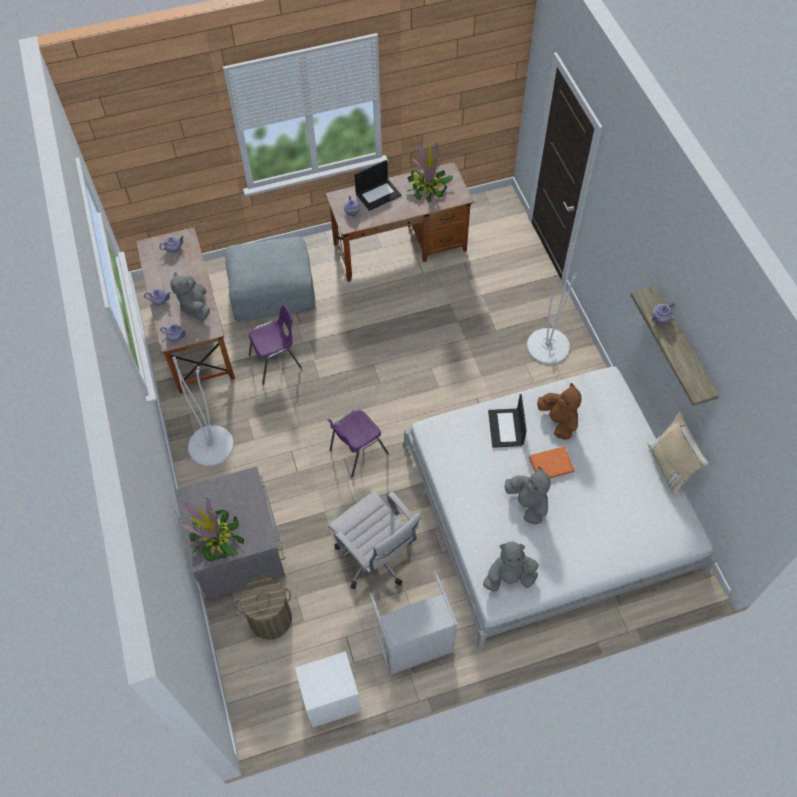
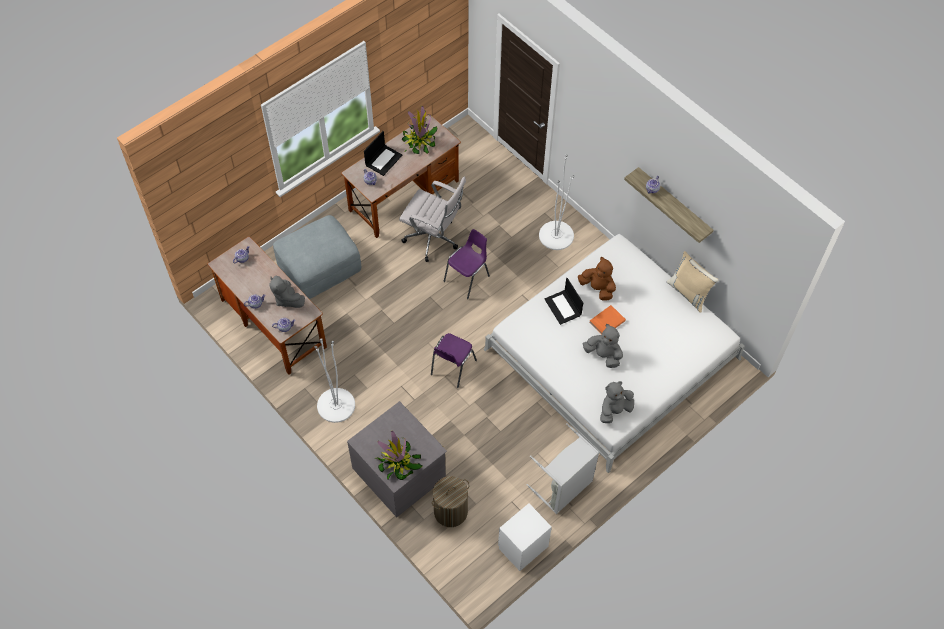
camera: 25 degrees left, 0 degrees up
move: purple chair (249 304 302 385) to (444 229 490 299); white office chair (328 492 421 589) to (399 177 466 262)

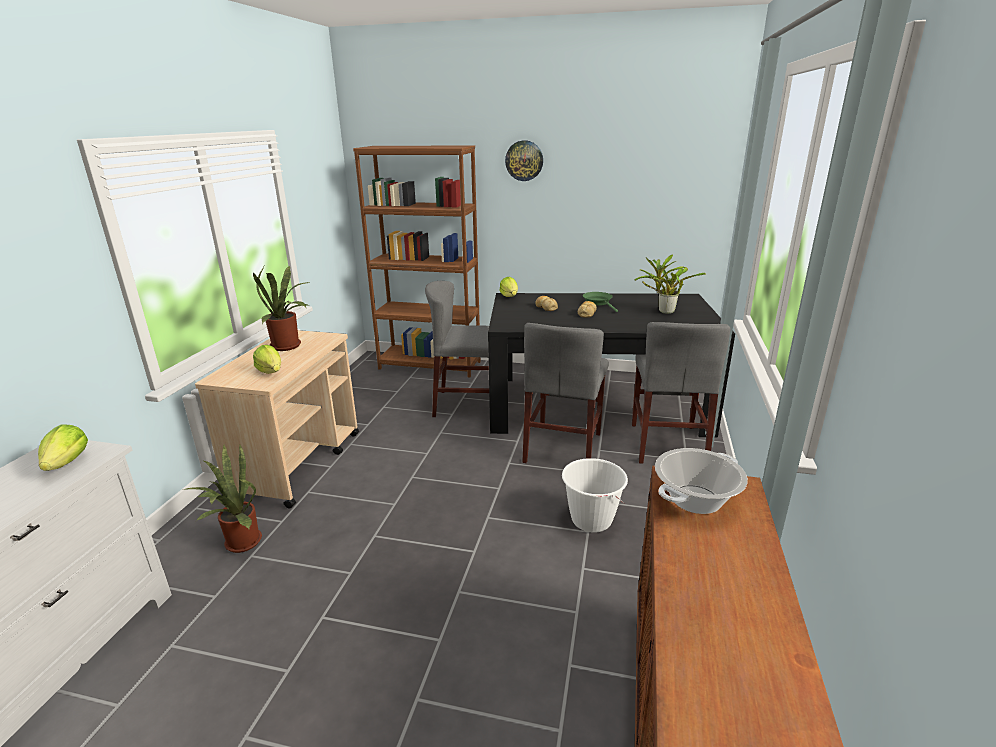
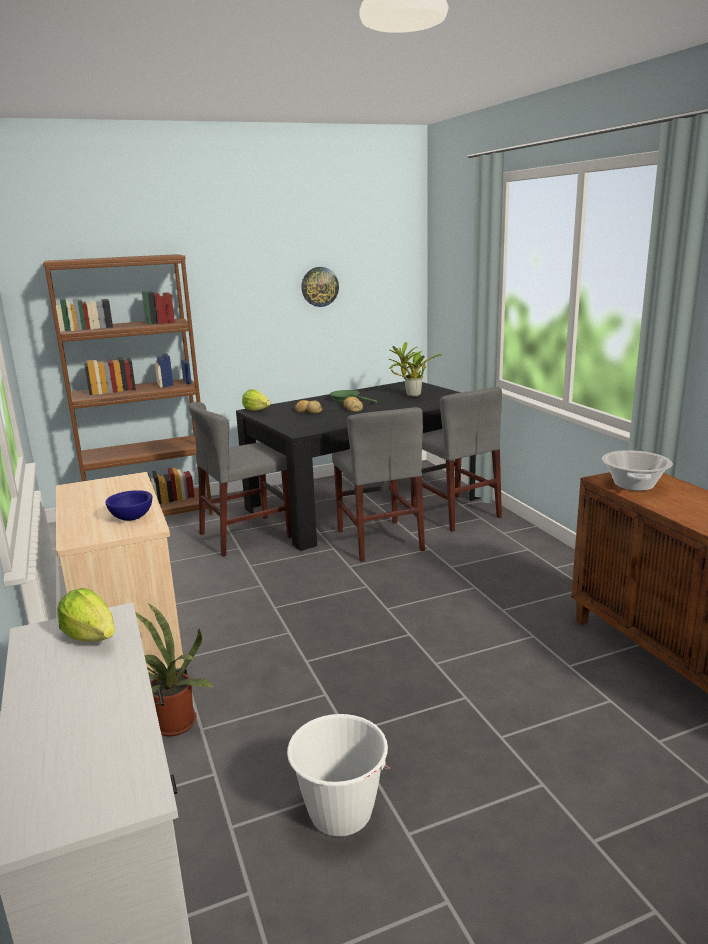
camera: 35 degrees left, 5 degrees down
delete: potted plant (253 266 310 351)
move: wall clock (505 140 543 181) to (302 267 339 307); white bucket (562 458 628 533) to (287 714 390 837)
replace: lettuce (253 345 281 374) to blue bowl (105 490 152 521)

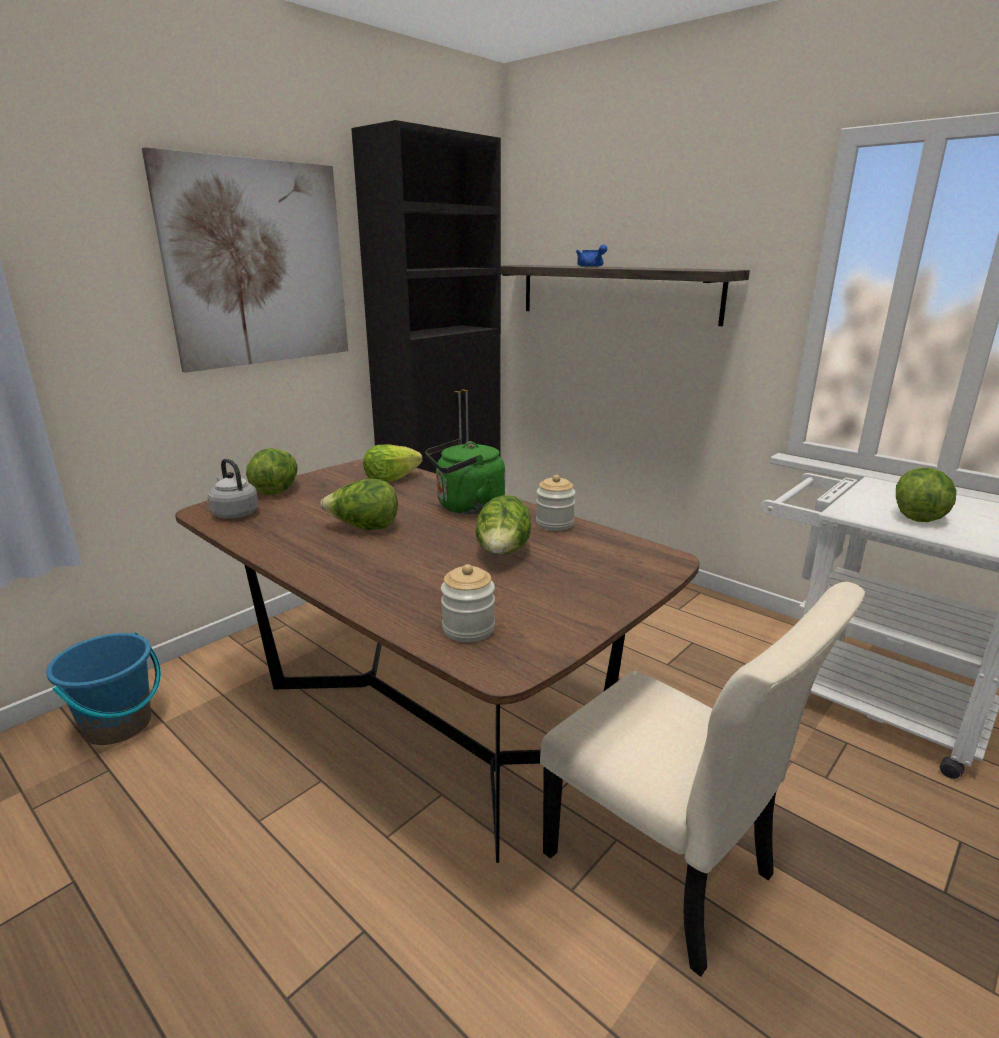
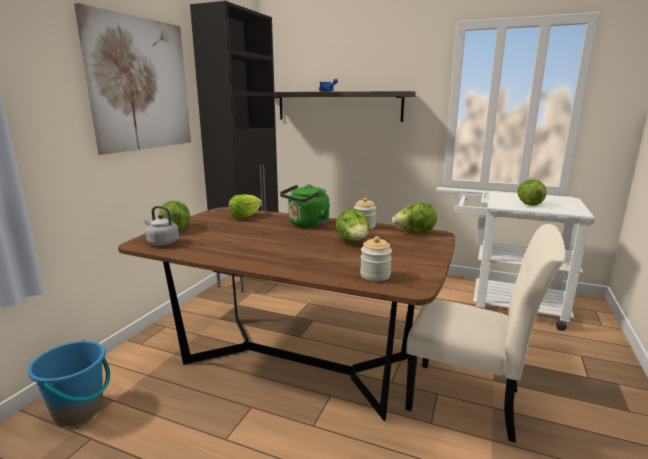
camera: 20 degrees left, 5 degrees down
move: lettuce (320 478 398 530) to (392 202 437 232)

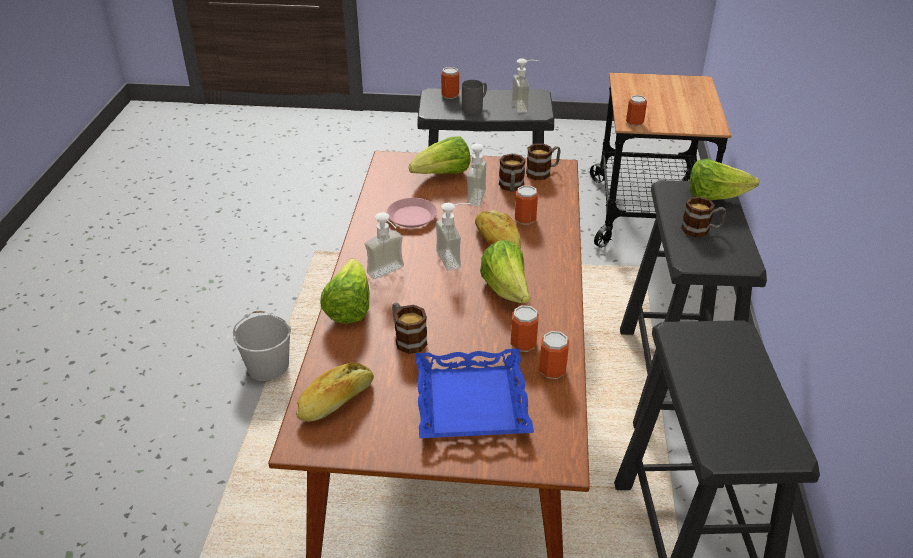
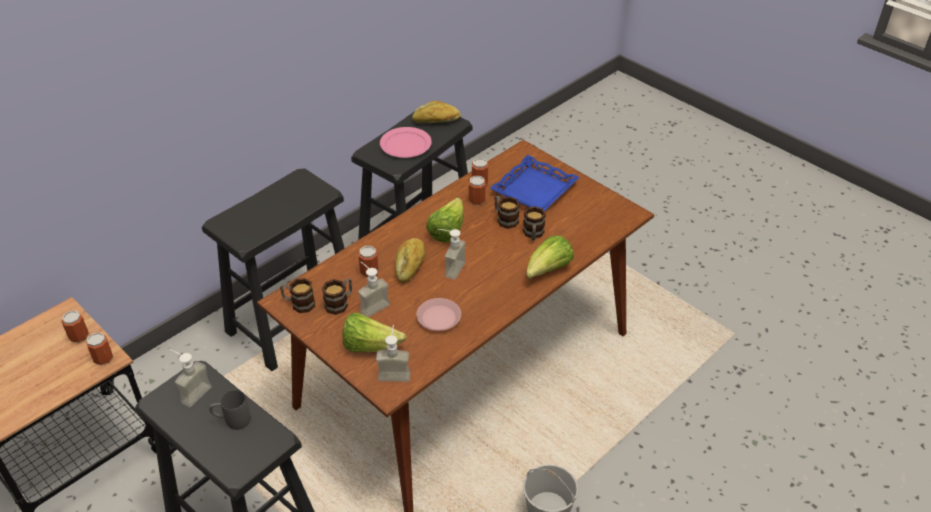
camera: 140 degrees left, 5 degrees up
delete: lettuce (690 159 759 200)
insert: pink plate (380 127 432 158)
move: can (441 67 459 99) to (61 311 89 343); mug (681 196 726 237) to (494 196 520 229); soap dispenser (365 212 404 279) to (376 325 410 382); bread (296 363 374 421) to (412 100 461 123)

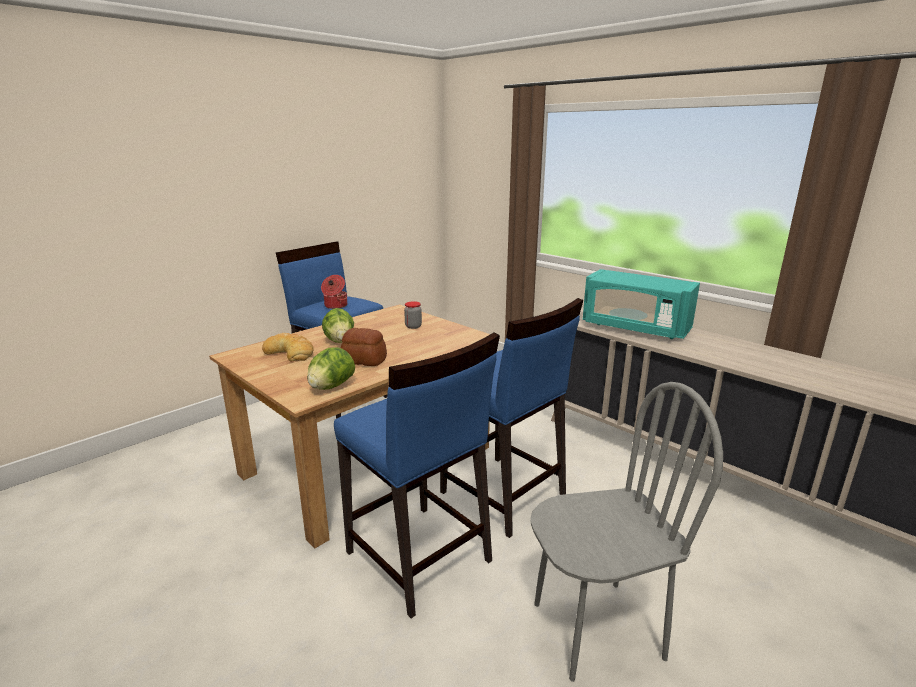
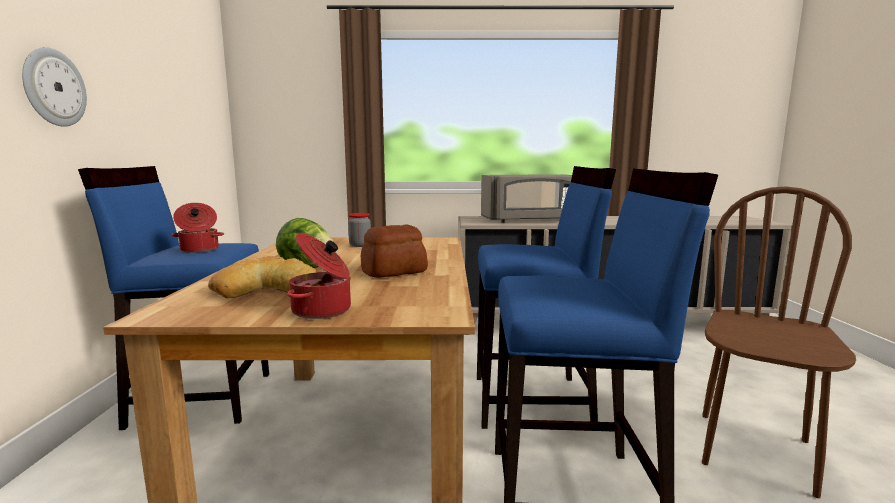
camera: 45 degrees left, 10 degrees down
delete: lettuce (307 347 355 390)
insert: wall clock (22 47 87 127); cooking pot (287 233 351 319)
recolor: turquoise microwave (583 269 700 339) to grey microwave (481 175 572 223); grey chair (530 382 723 682) to brown chair (702 186 856 498)

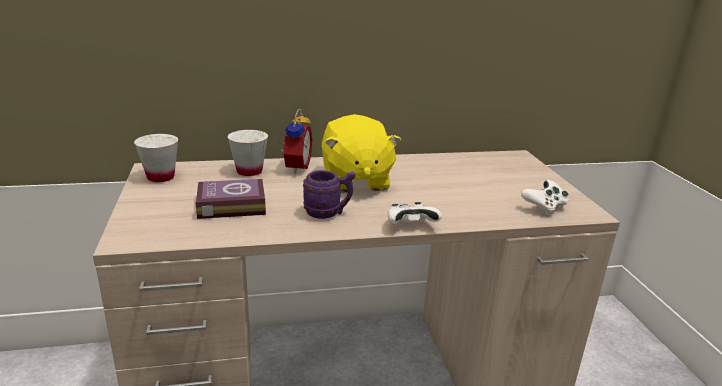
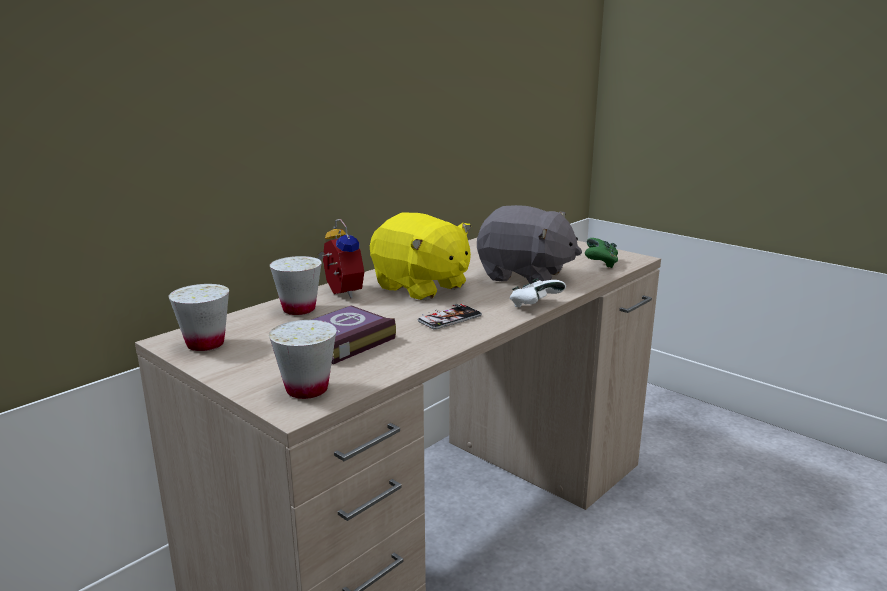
camera: 35 degrees left, 5 degrees down
insert: grey plush toy (477 205 582 284); white cup (269 320 336 399)
replace: purple mug (303 170 356 219) to phone (418 304 482 330)
recolor: white game controller (521 180 569 215) to green game controller (585 238 618 268)

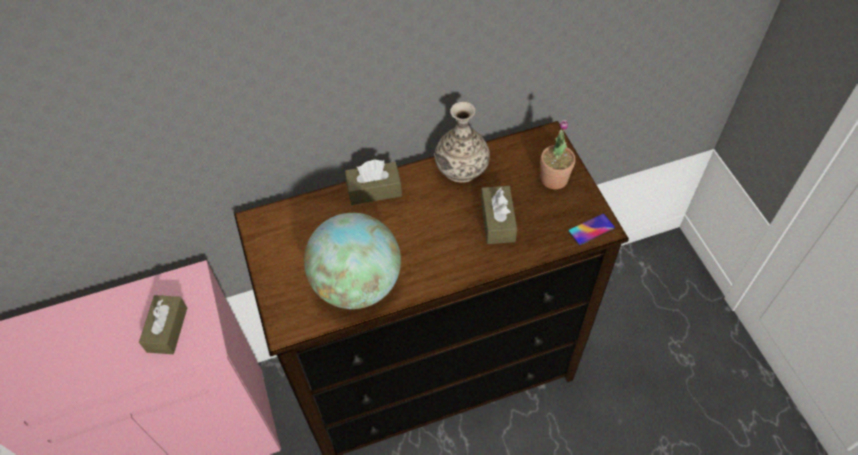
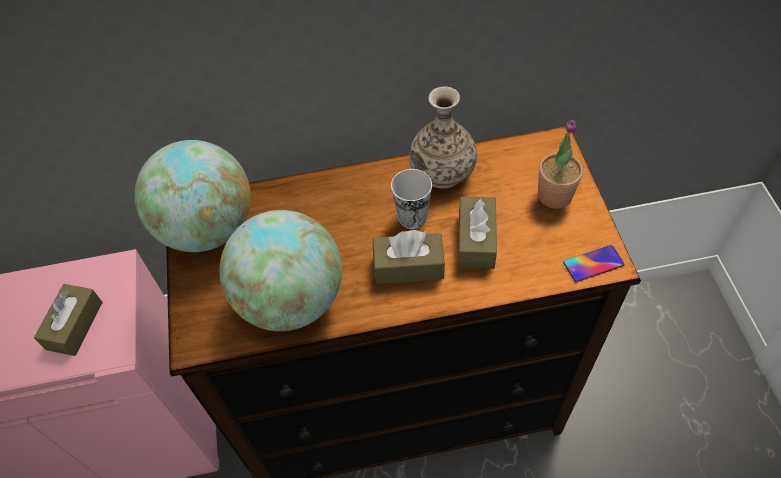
camera: 10 degrees right, 0 degrees up
insert: globe (135 140 251 252); cup (391 169 432 229)
move: brown tissue box (345 160 402 205) to (373 230 445 284)

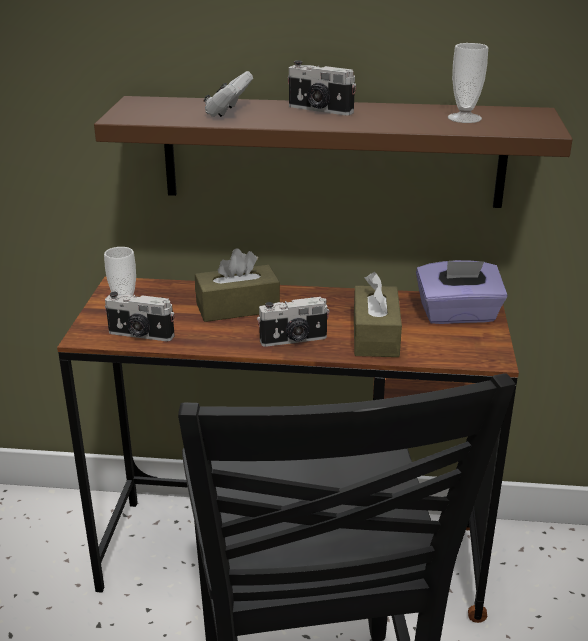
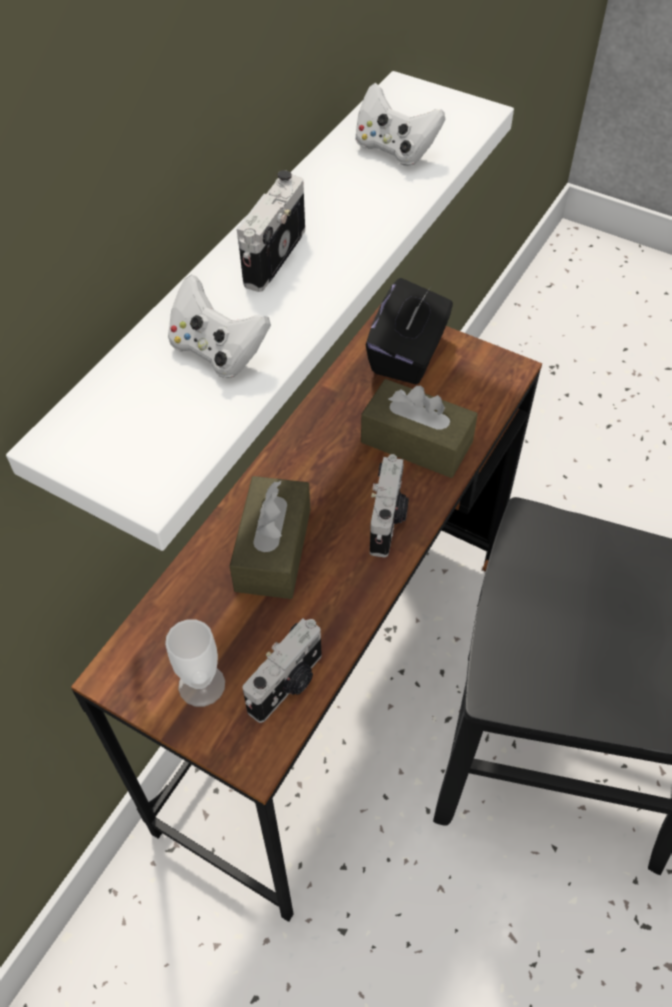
camera: 65 degrees left, 25 degrees up
replace: cup (448 43 488 123) to white game controller (355 83 445 166)
recolor: brown shelf (94 96 573 208) to white shelf (6 71 514 551); purple tissue box (416 260 508 324) to black tissue box (366 278 453 384)
rotate: photo camera (288 60 356 116) = (237 170 305 292) 150 degrees clockwise

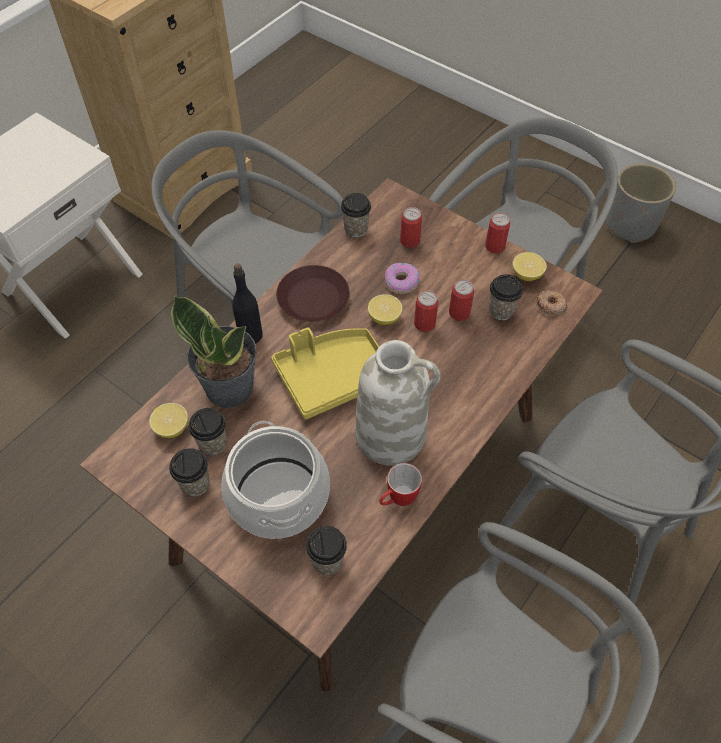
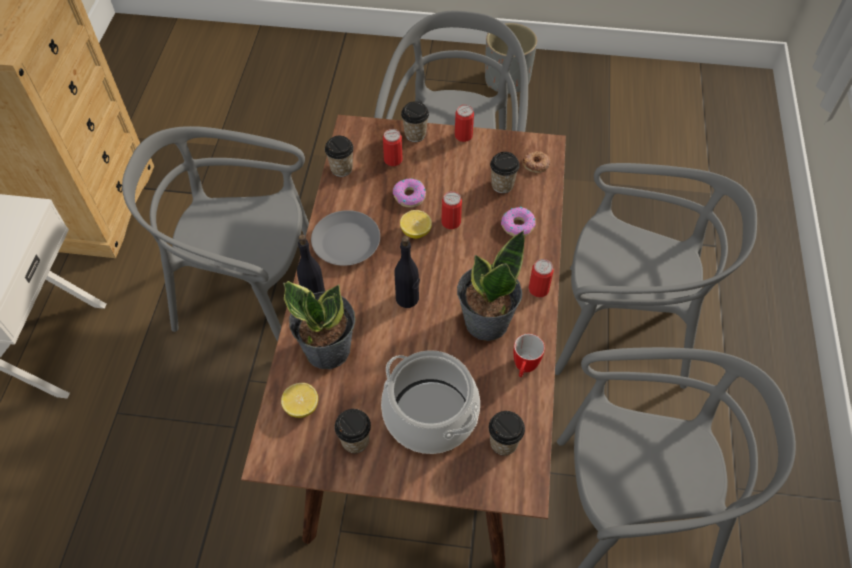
camera: 30 degrees left, 0 degrees up
delete: lemon (513 252 547 281)
insert: donut (501 207 536 236)
move: can (449 279 474 321) to (529 259 554 297); cup (189 408 227 456) to (401 101 429 142)
replace: yellow tray (271 328 379 419) to black bottle (394 236 420 308); white vase (355 340 441 466) to potted plant (457 230 525 341)
recolor: brown plate (276 265 350 322) to grey plate (311 210 380 266)

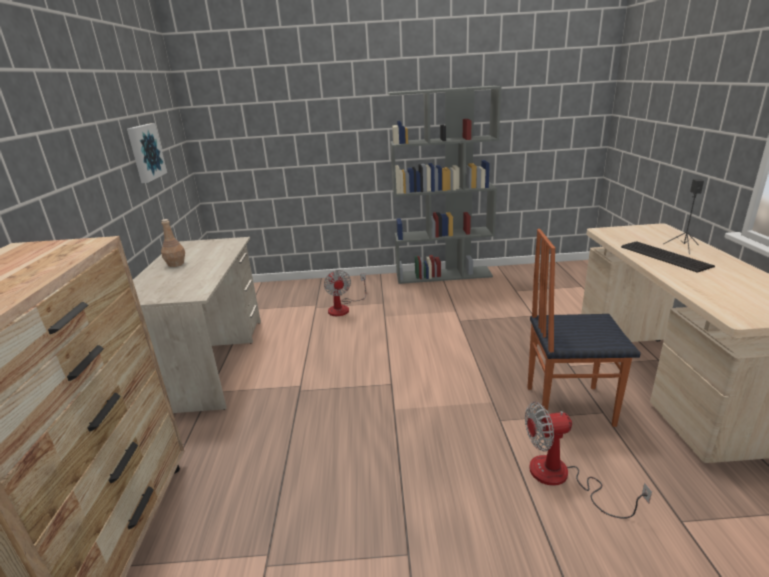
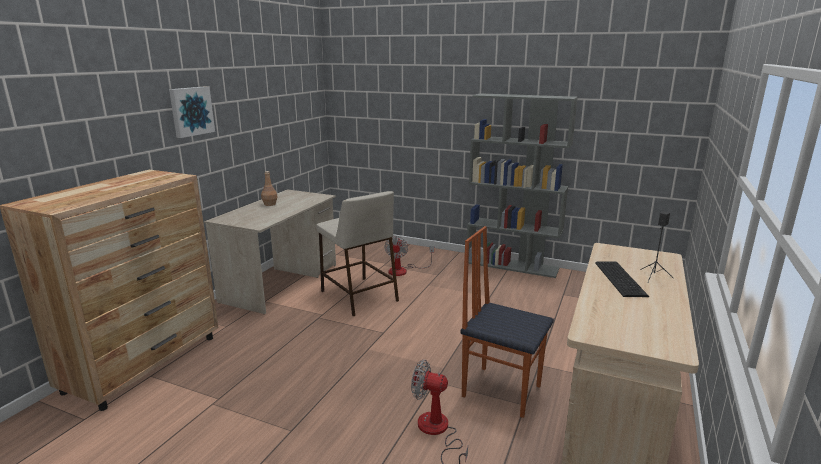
camera: 25 degrees right, 5 degrees down
insert: beige stool (317 191 399 316)
move: picture (127 123 167 183) to (169 86 215 138)

